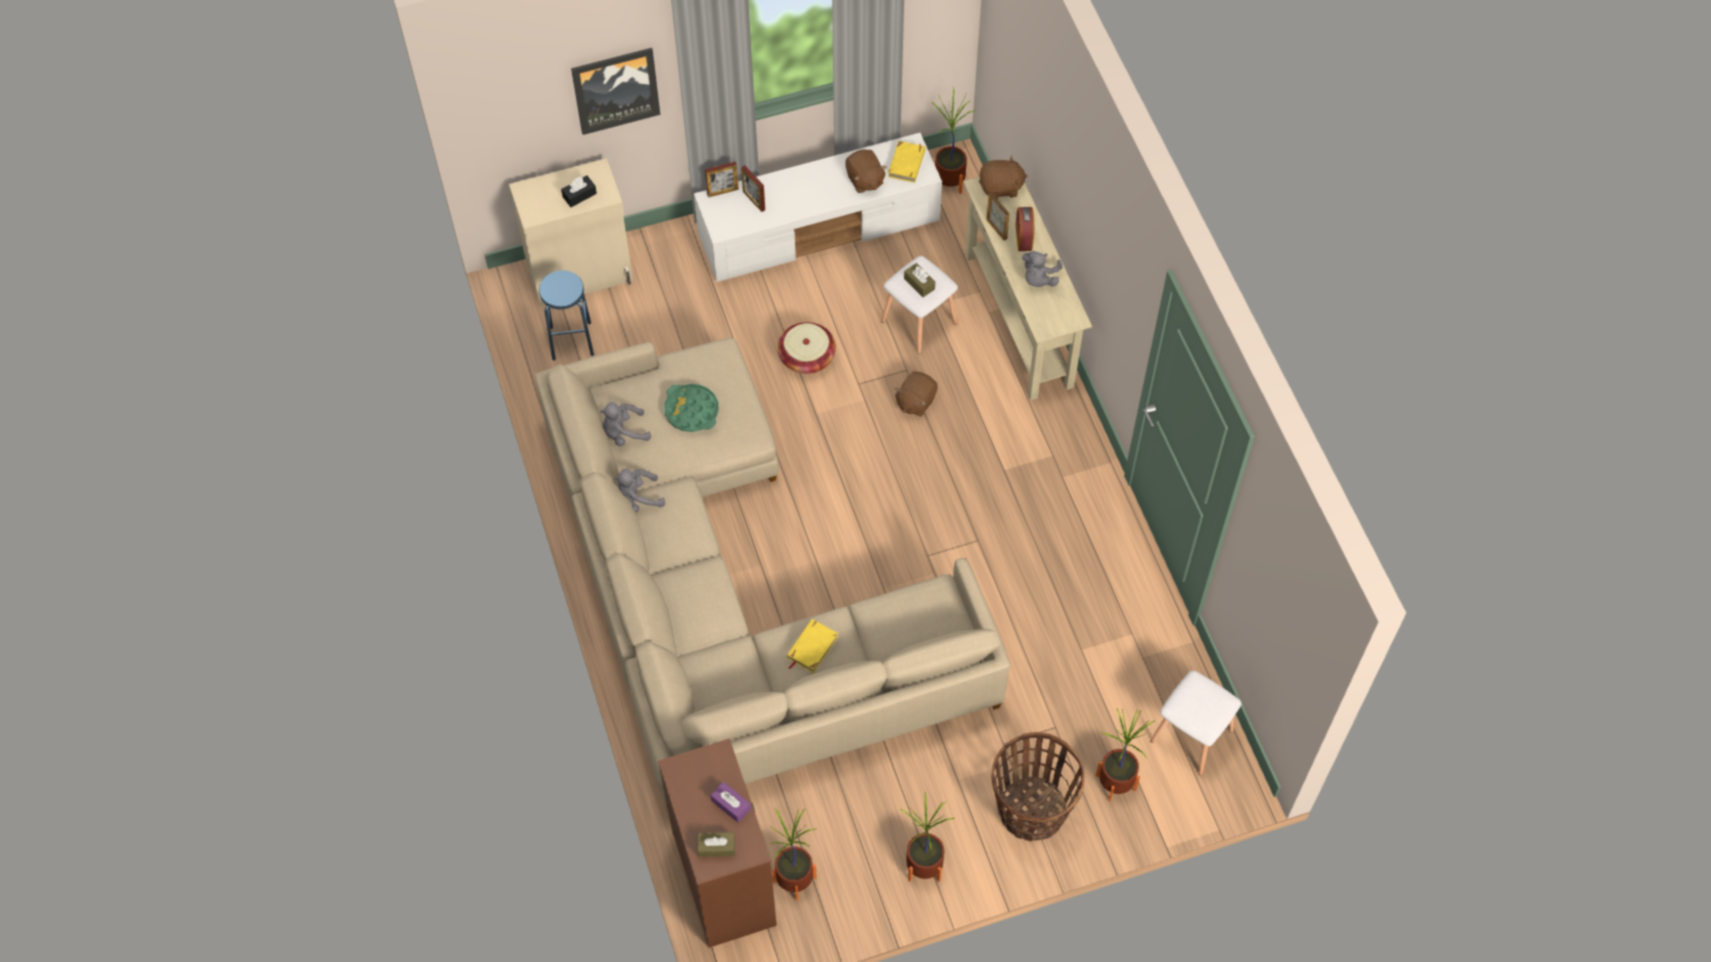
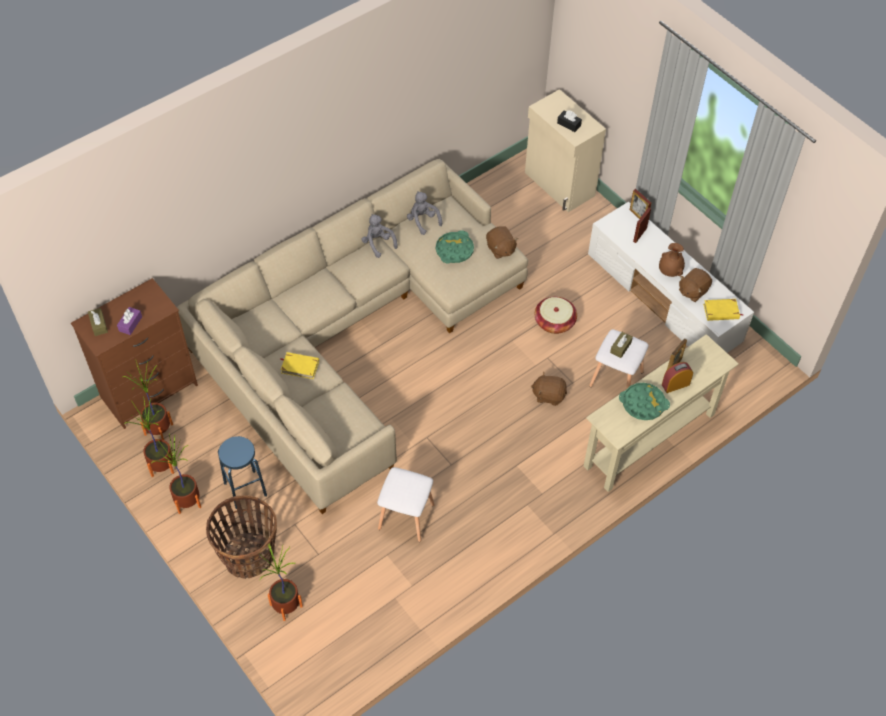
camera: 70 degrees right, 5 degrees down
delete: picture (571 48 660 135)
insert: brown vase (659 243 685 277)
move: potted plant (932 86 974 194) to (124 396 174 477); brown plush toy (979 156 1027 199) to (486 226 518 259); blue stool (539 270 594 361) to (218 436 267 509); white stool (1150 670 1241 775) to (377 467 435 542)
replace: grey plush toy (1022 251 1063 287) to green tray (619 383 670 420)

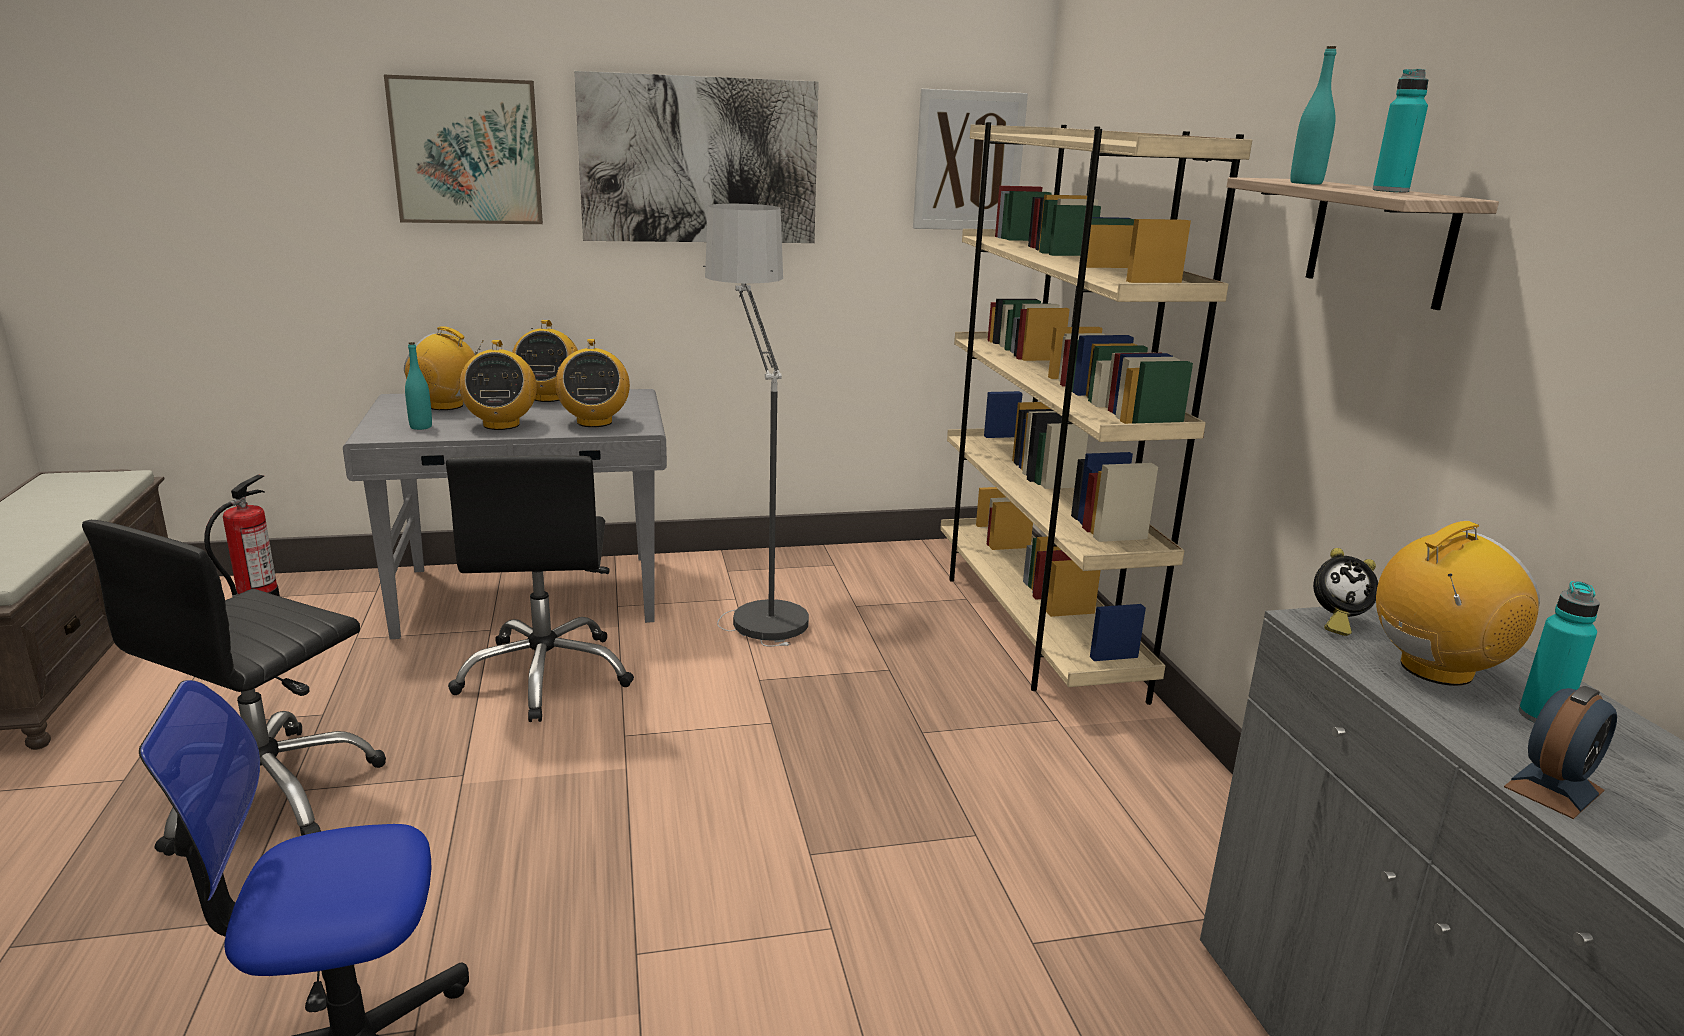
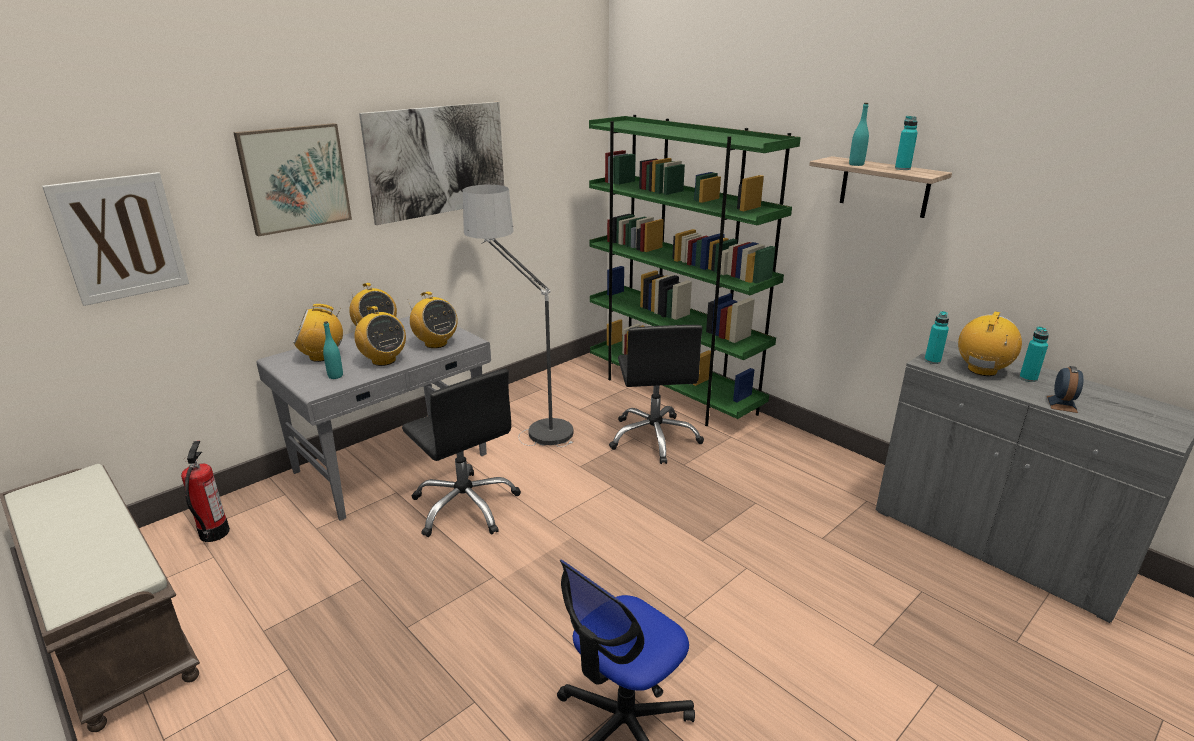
camera: 30 degrees left, 5 degrees up
move: picture (913 89 1028 230) to (42 172 189 306); black office chair (82 520 386 856) to (609 325 704 464)
replace: alarm clock (1313 548 1378 636) to turquoise bottle (924 311 949 364)
recolor: beige bookcase (940 122 1252 705) to green bookcase (589 115 801 426)

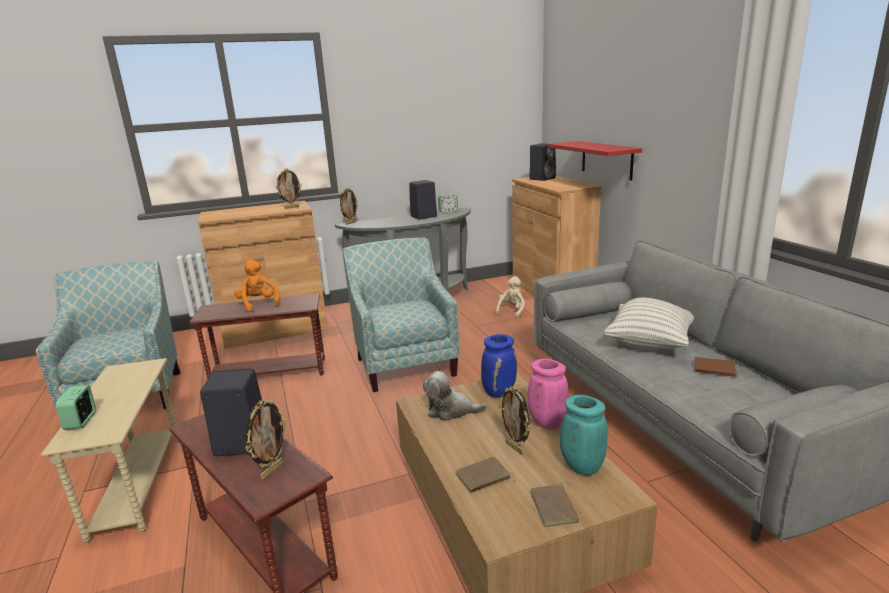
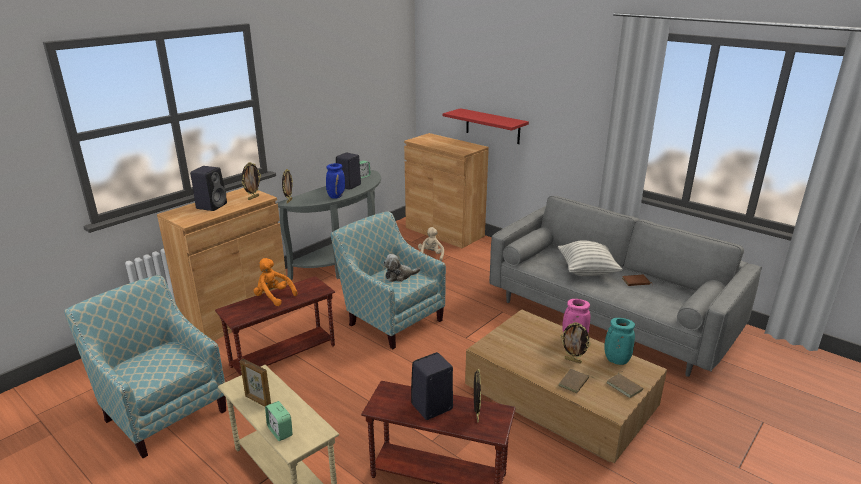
camera: 30 degrees left, 5 degrees up
insert: picture frame (240 358 271 407)
move: black speaker (530 143 556 181) to (190 166 227 211); blue vase (481 334 517 398) to (326 163 345 199); plush toy (423 371 487 421) to (383 254 420 282)

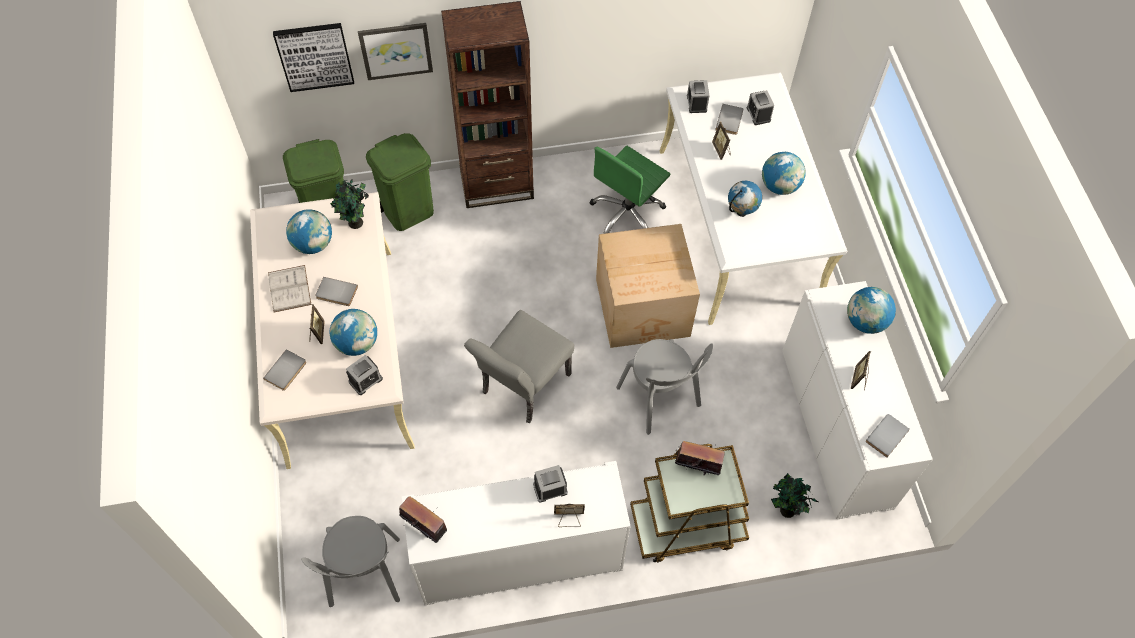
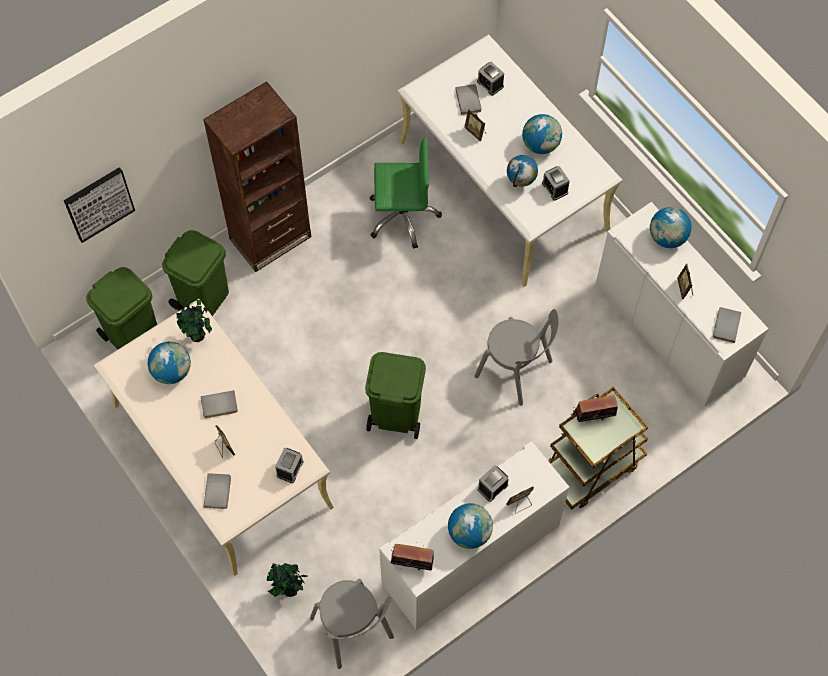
camera: 25 degrees left, 5 degrees up
delete: picture (358 23 433 80); cardboard box (596 224 700 348); white book (268 265 311 313)
move: alarm clock (687 80 710 113) to (542 166 570 201); globe (329 309 377 356) to (448 503 493 549); potted plant (771 474 818 518) to (267 563 307 597)
replace: grey chair (464 310 574 424) to green trash can (365 352 426 439)
rotate: green office chair (590 146 670 234) = (370 138 442 249) 105 degrees counterclockwise

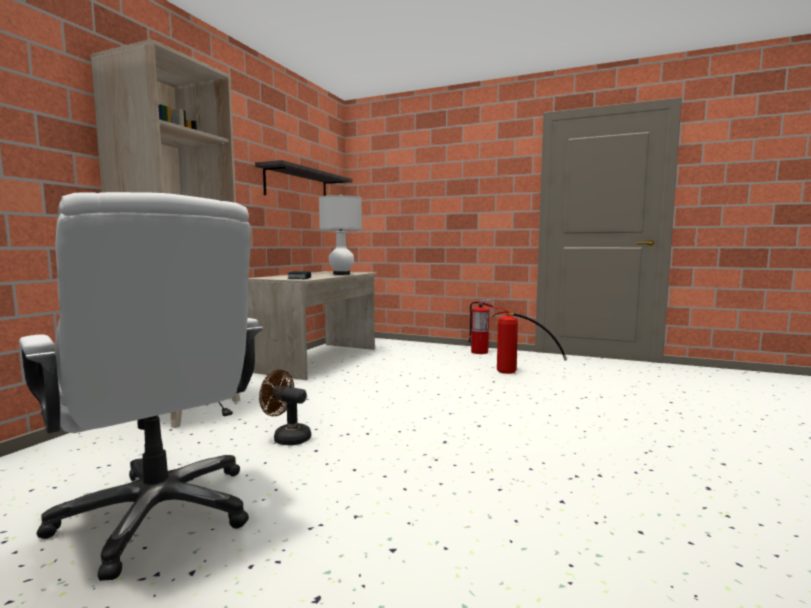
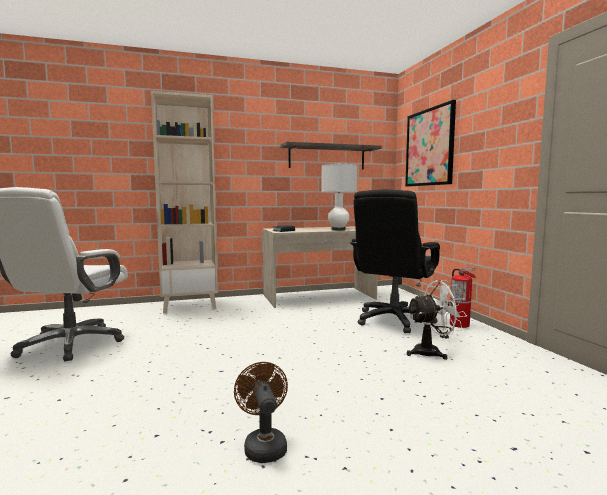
camera: 50 degrees right, 0 degrees up
insert: picture (405 100 456 187); black office chair (350 189 440 333)
move: brown fan (259 369 311 446) to (234 362 288 463)
replace: fire extinguisher (492 308 567 374) to white fan (407 280 467 360)

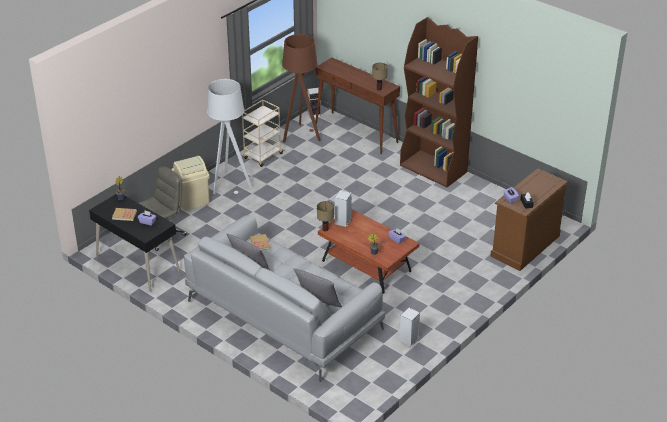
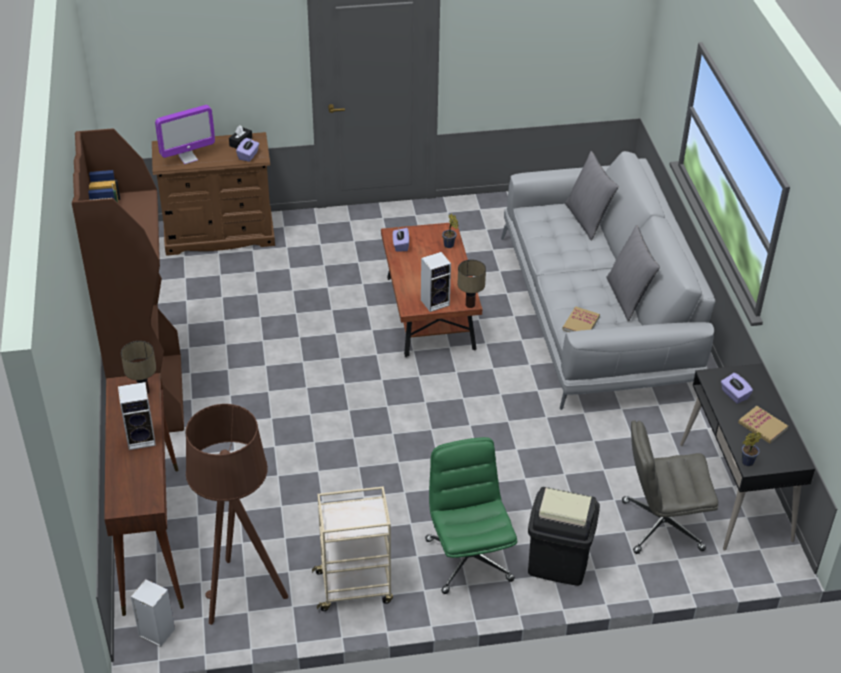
camera: 140 degrees left, 5 degrees up
insert: monitor (155 105 215 164)
move: speaker (399 307 420 347) to (118 382 156 450)
replace: grey floor lamp (207 79 252 194) to green office chair (425 437 517 594)
recolor: beige trash can (172 156 210 211) to black trash can (528 487 600 586)

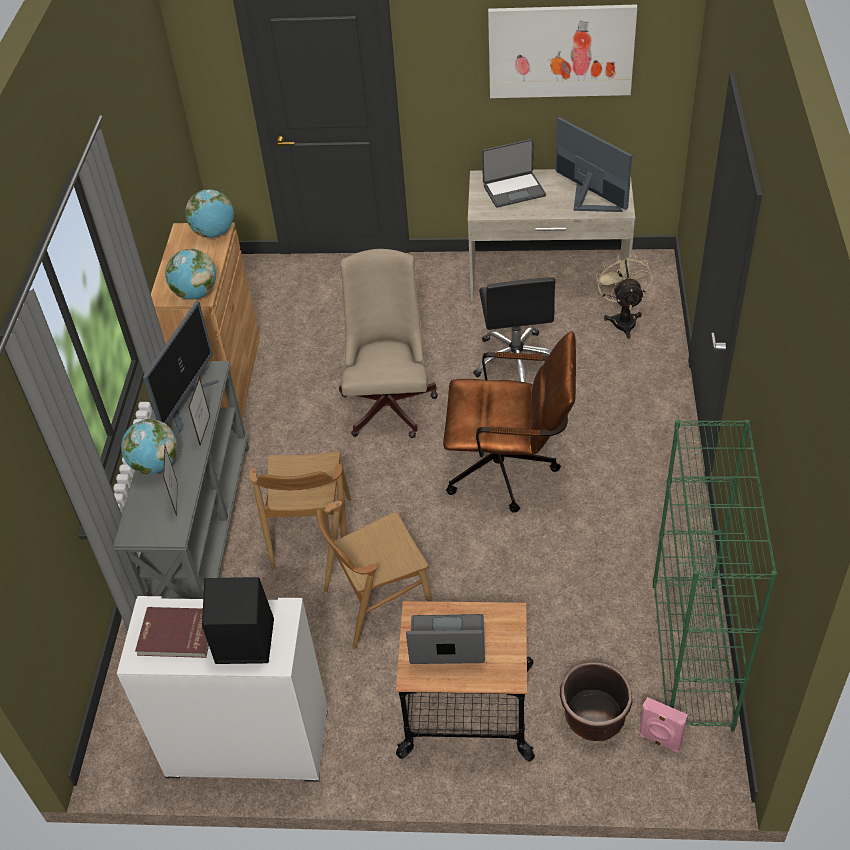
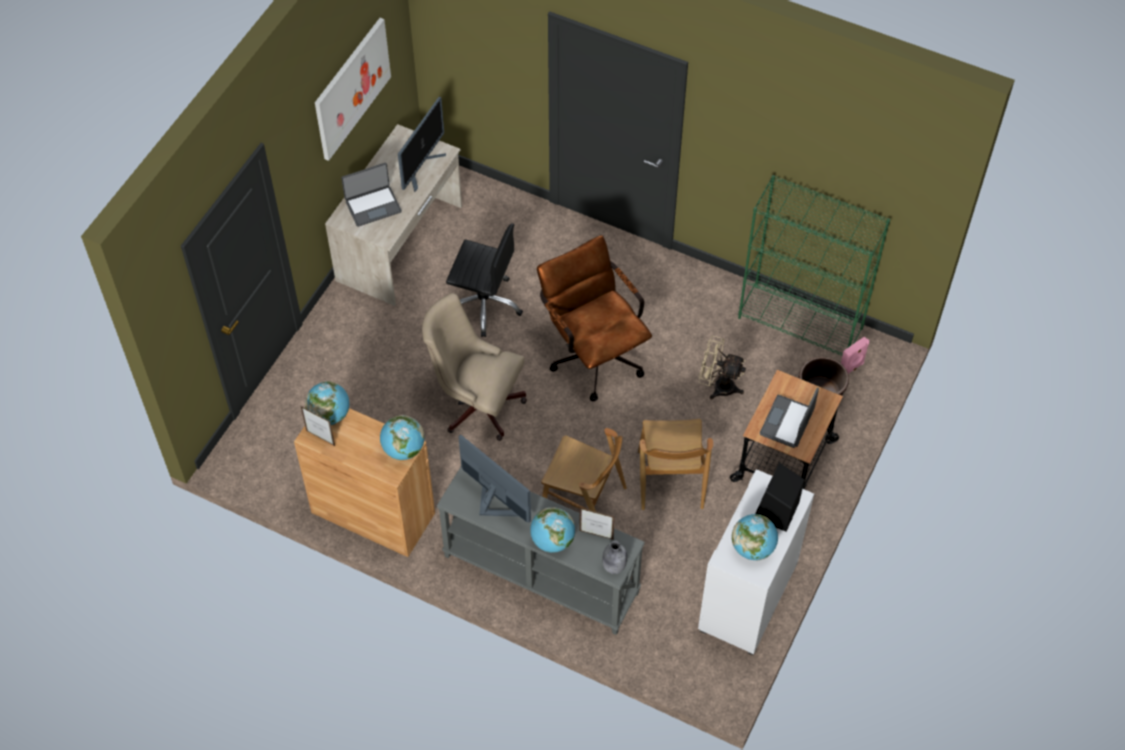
camera: 70 degrees left, 10 degrees up
insert: grey bottle (603 541 627 574)
move: beige fan (596 253 652 339) to (699 336 746 400); picture frame (188 376 211 445) to (301 406 335 446)
replace: red book (135 607 209 658) to globe (732 514 778 561)
rotate: monitor (556 117 632 212) = (398 97 446 192) 135 degrees clockwise; laptop (482 139 546 208) = (341 163 402 227) 60 degrees clockwise; brown office chair (443 331 576 512) = (537 235 652 401) 60 degrees counterclockwise

